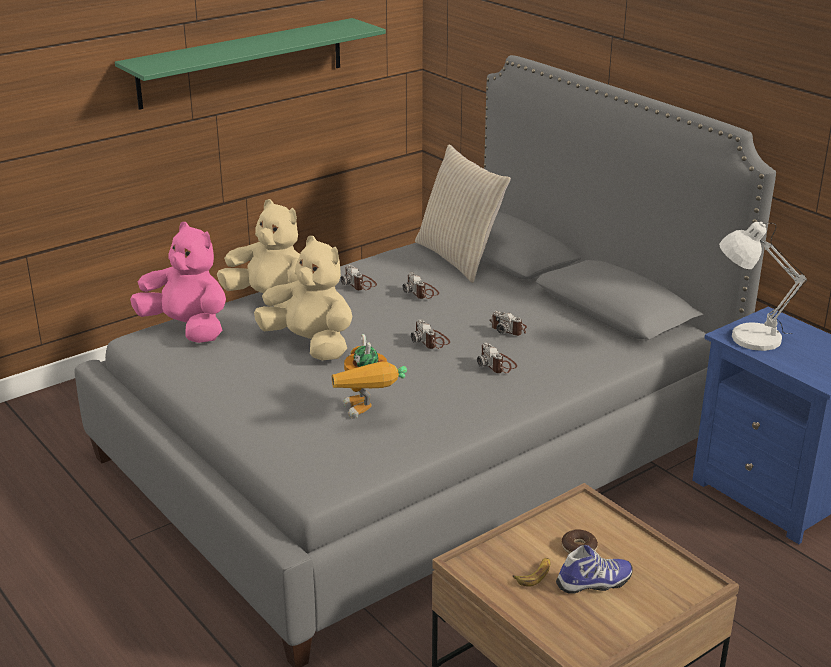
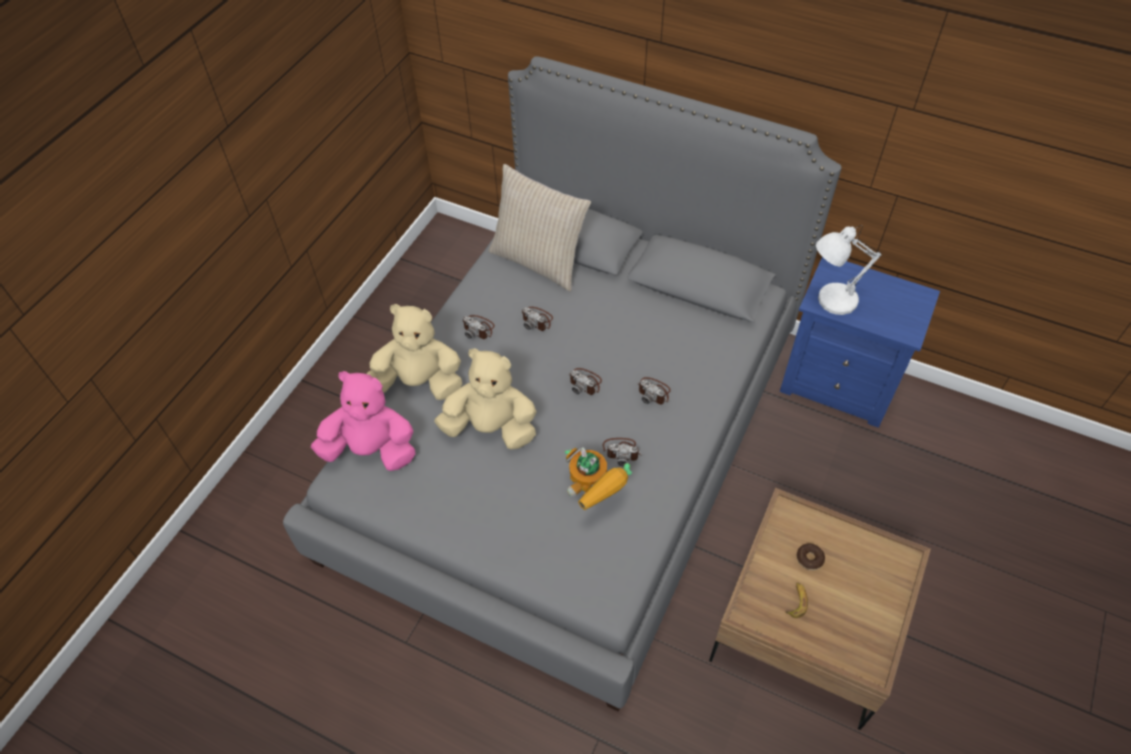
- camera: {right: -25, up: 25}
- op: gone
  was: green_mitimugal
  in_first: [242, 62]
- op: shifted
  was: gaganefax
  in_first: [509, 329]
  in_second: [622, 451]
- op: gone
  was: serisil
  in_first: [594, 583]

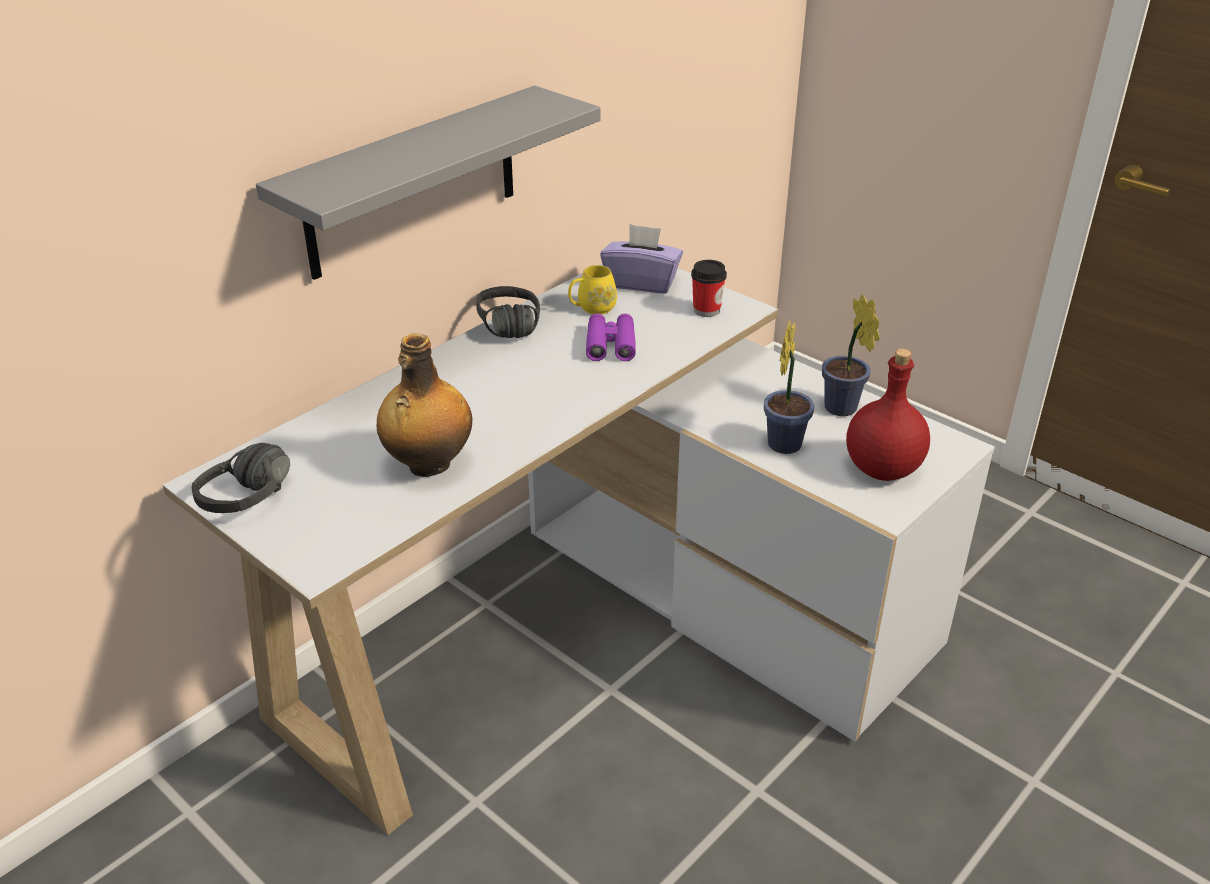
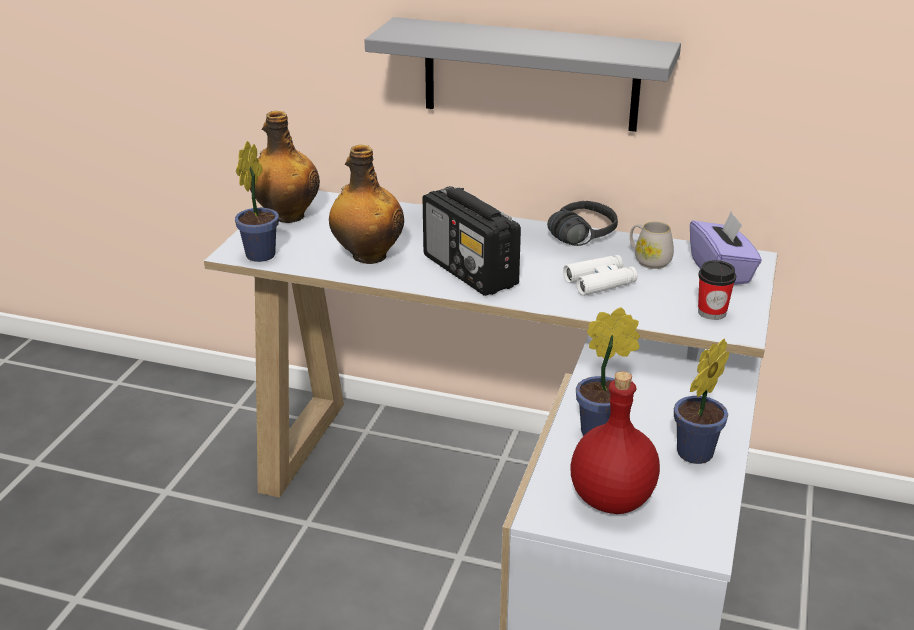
- camera: {right: 65, up: -5}
- op: swapped
  was: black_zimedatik
  now: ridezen
  in_first: [258, 501]
  in_second: [287, 216]
- op: repainted
  was: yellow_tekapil
  now: white_tekapil
  in_first: [592, 308]
  in_second: [648, 260]
- op: repainted
  was: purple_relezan
  now: white_relezan
  in_first: [610, 344]
  in_second: [600, 282]
- op: new
  now: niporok
  in_second: [262, 253]
- op: new
  now: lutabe
  in_second: [470, 271]

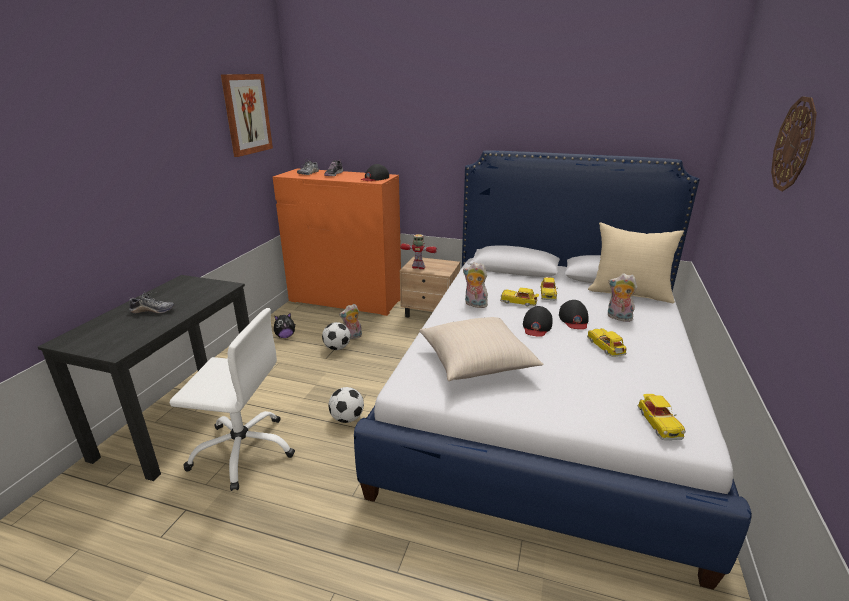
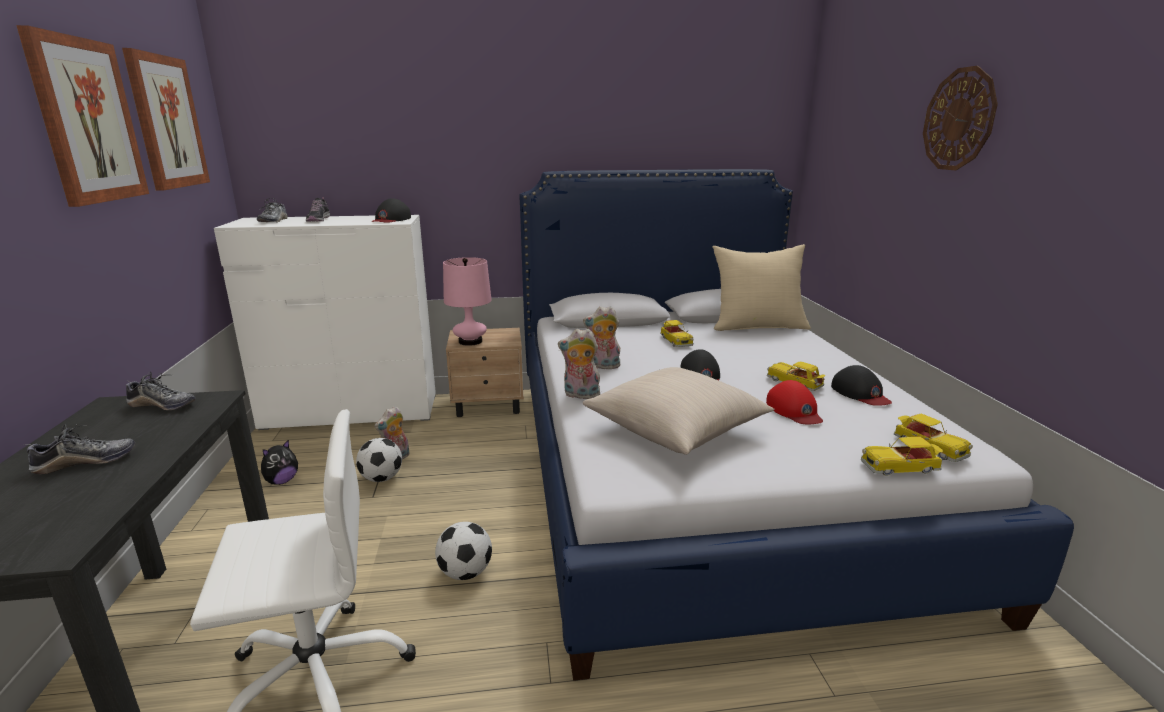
- camera: {right: -25, up: -5}
- op: repainted
  was: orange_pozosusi
  now: white_pozosusi
  in_first: [345, 300]
  in_second: [351, 412]
- op: swapped
  was: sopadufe
  now: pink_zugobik
  in_first: [419, 267]
  in_second: [470, 341]
- op: shifted
  was: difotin
  in_first: [519, 302]
  in_second: [901, 467]
- op: shifted
  was: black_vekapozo
  in_first: [574, 319]
  in_second: [860, 393]
- op: shifted
  was: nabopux
  in_first: [618, 318]
  in_second: [580, 395]
- op: new
  now: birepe
  in_second: [87, 121]
- op: new
  now: serisil
  in_second: [162, 405]
- op: new
  now: red_vekapozo
  in_second: [794, 410]

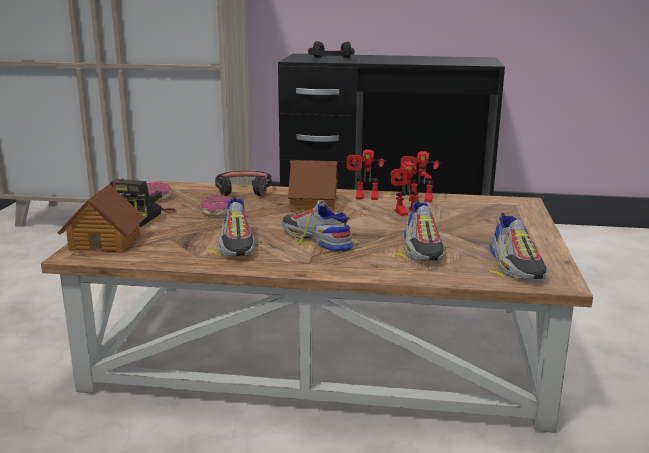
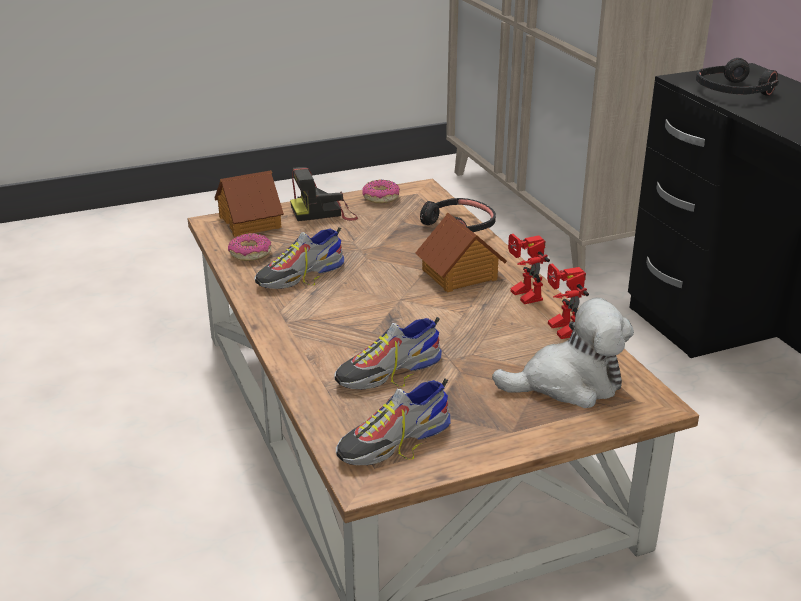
- camera: {right: 60, up: 10}
- op: shifted
  was: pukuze
  in_first: [218, 212]
  in_second: [250, 254]
- op: gone
  was: serisil
  in_first: [316, 239]
- op: gone
  was: sopadufe
  in_first: [408, 213]
- op: new
  now: nabopux
  in_second: [568, 384]

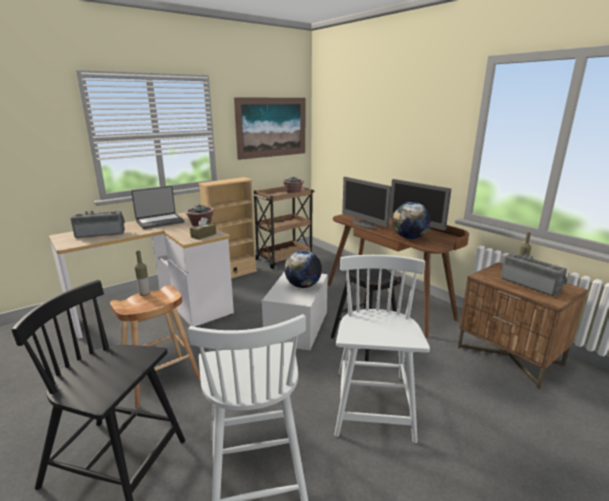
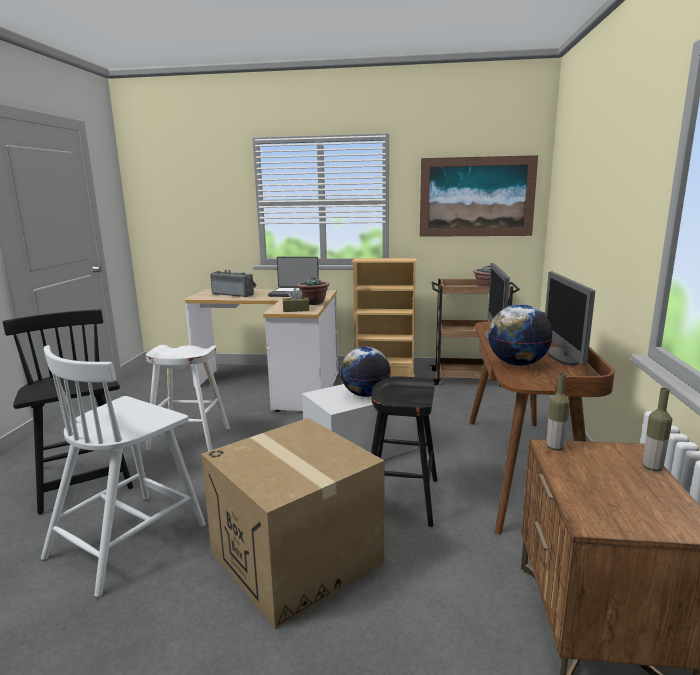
- camera: {right: 45, up: -5}
- op: repainted
  was: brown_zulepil
  now: white_zulepil
  in_first: [161, 379]
  in_second: [190, 439]
- op: shifted
  was: ridezen
  in_first: [144, 294]
  in_second: [555, 448]
- op: swapped
  was: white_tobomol
  now: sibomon
  in_first: [373, 406]
  in_second: [297, 557]
- op: gone
  was: lutabe
  in_first: [531, 285]

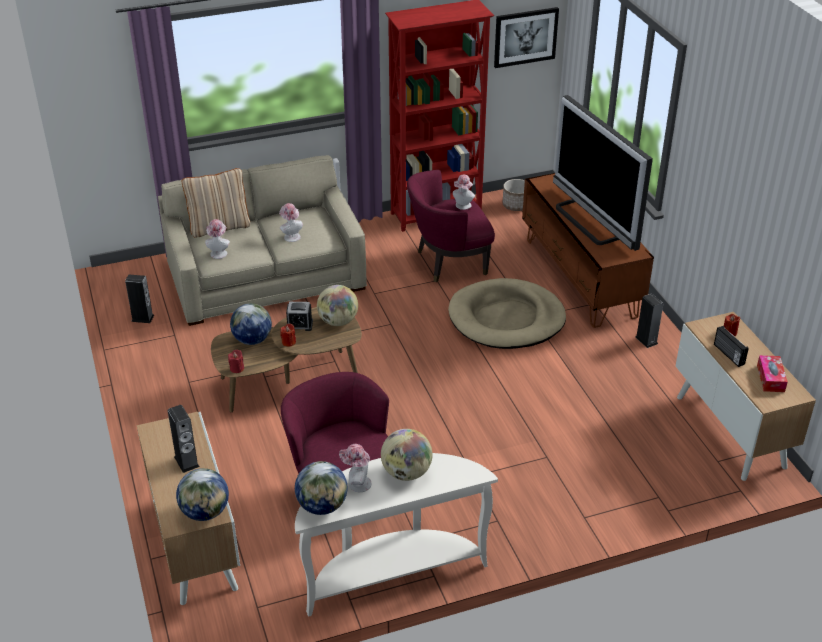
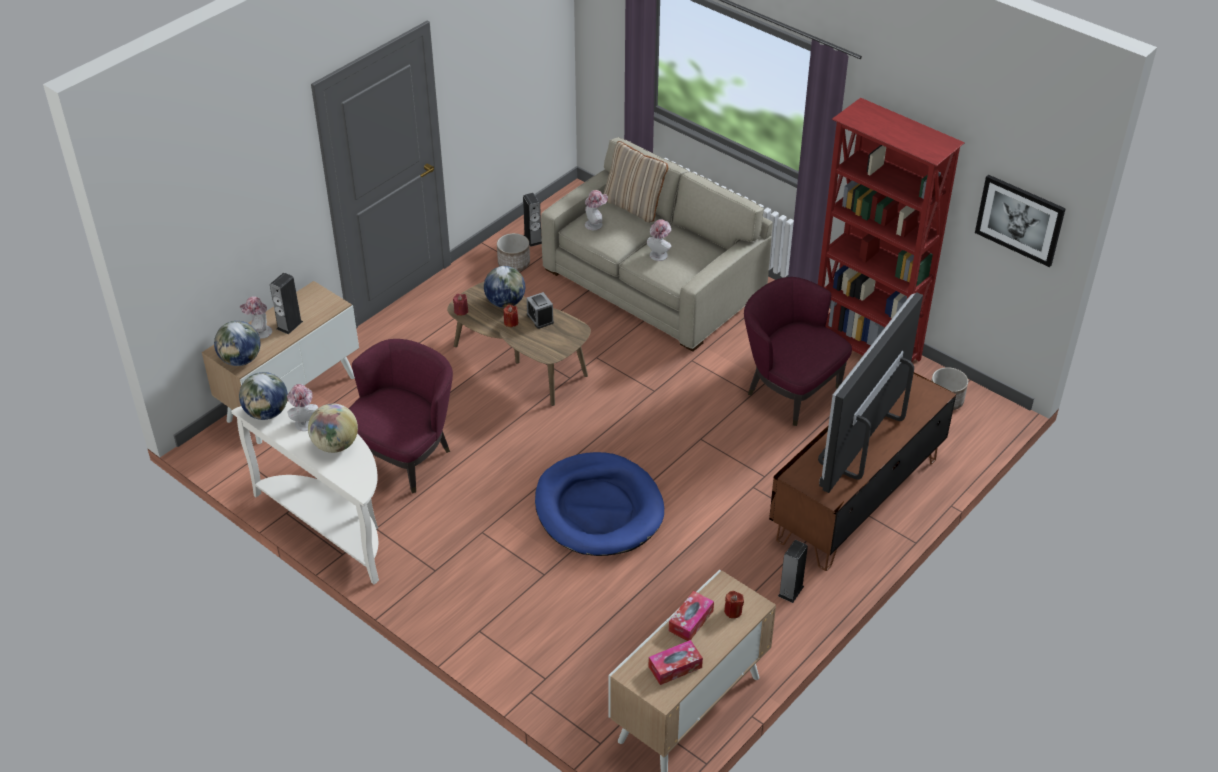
- camera: {right: 60, up: 5}
- op: gone
  was: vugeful
  in_first: [338, 321]
- op: gone
  was: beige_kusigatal
  in_first: [506, 318]
- op: shifted
  was: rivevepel
  in_first: [462, 206]
  in_second: [259, 332]
- op: swapped
  was: lutabe
  now: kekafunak
  in_first: [728, 354]
  in_second: [691, 621]
- op: new
  now: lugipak
  in_second: [514, 264]
- op: new
  now: blue_kusigatal
  in_second: [598, 509]

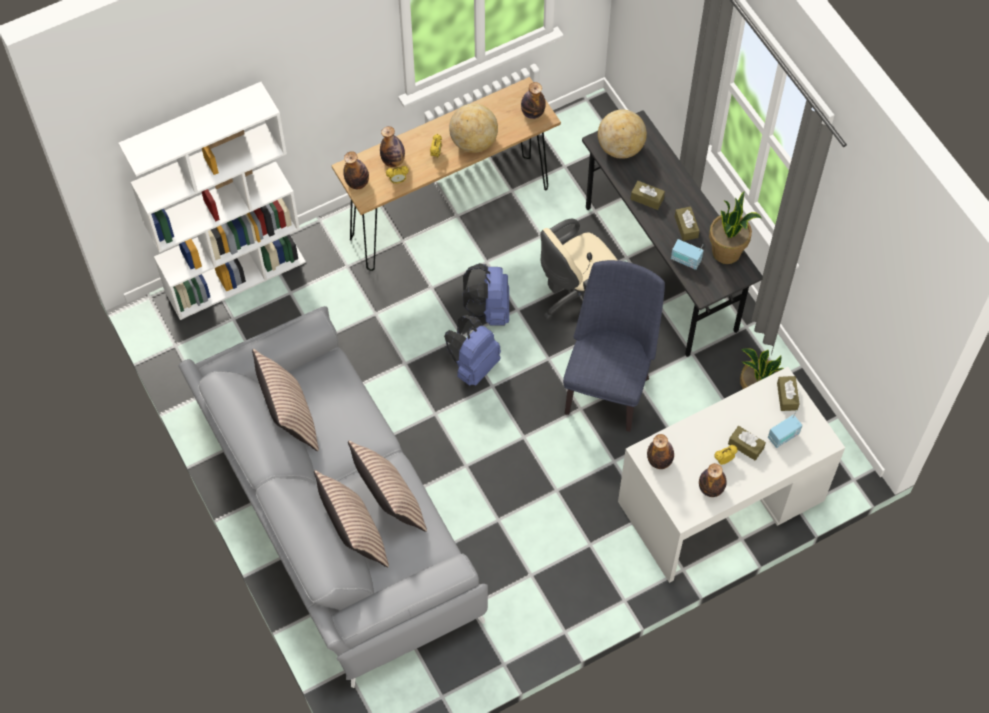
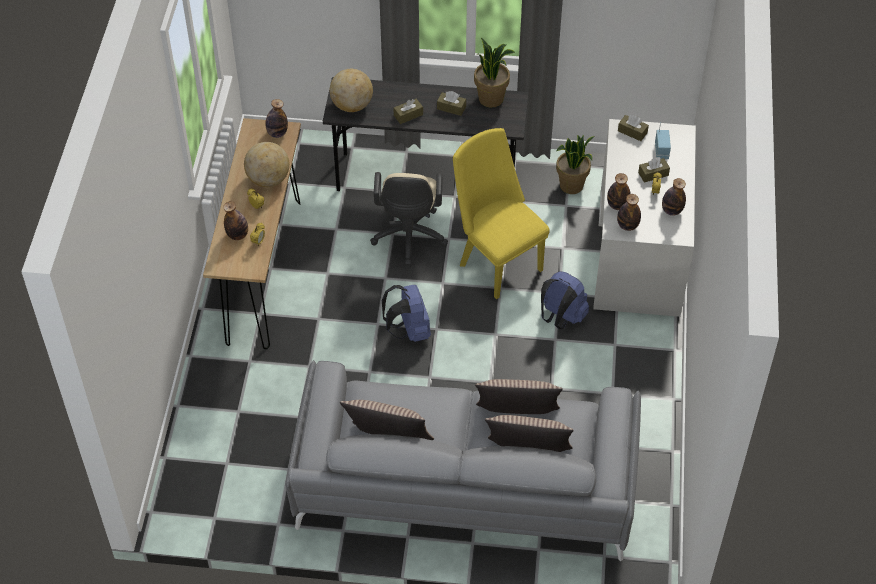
- camera: {right: -55, up: -10}
- op: gone
  was: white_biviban
  in_first: [235, 275]
- op: shifted
  was: ridezen
  in_first: [357, 183]
  in_second: [617, 205]
- op: shifted
  was: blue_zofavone
  in_first: [490, 310]
  in_second: [561, 318]
- op: repainted
  was: blue_tobomol
  now: yellow_tobomol
  in_first: [608, 387]
  in_second: [496, 262]
- op: gone
  was: lutabe
  in_first: [685, 260]

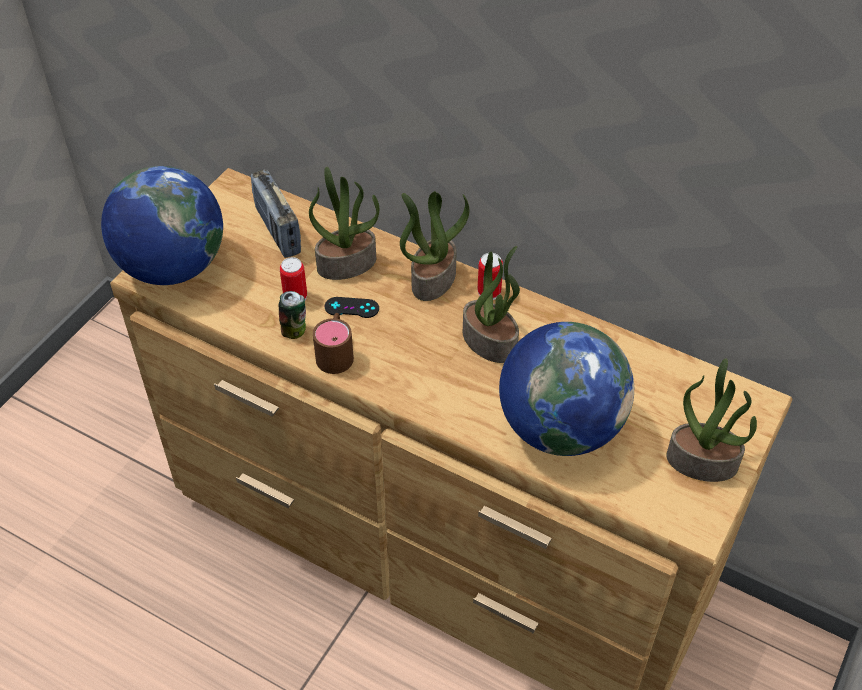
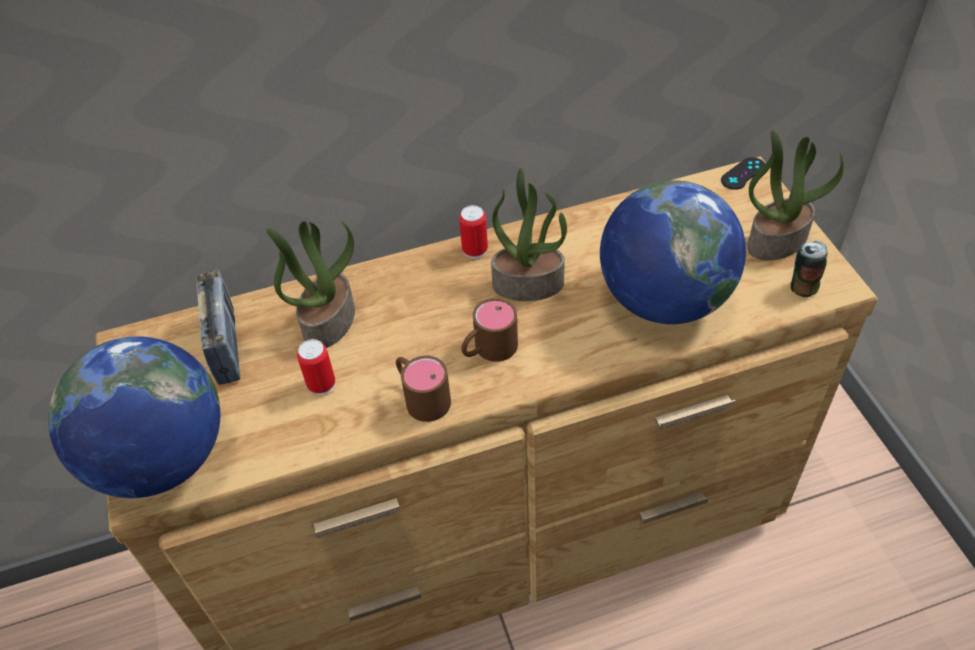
- camera: {right: -45, up: 0}
- op: rotated
  was: lutabe
  in_first: [278, 231]
  in_second: [226, 346]
  clockwise: -120
- op: shifted
  was: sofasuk
  in_first: [295, 330]
  in_second: [803, 287]
- op: shifted
  was: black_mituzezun
  in_first: [351, 308]
  in_second: [743, 174]
- op: gone
  was: niporok
  in_first: [433, 278]
- op: new
  now: brown_tekapil
  in_second: [488, 350]

